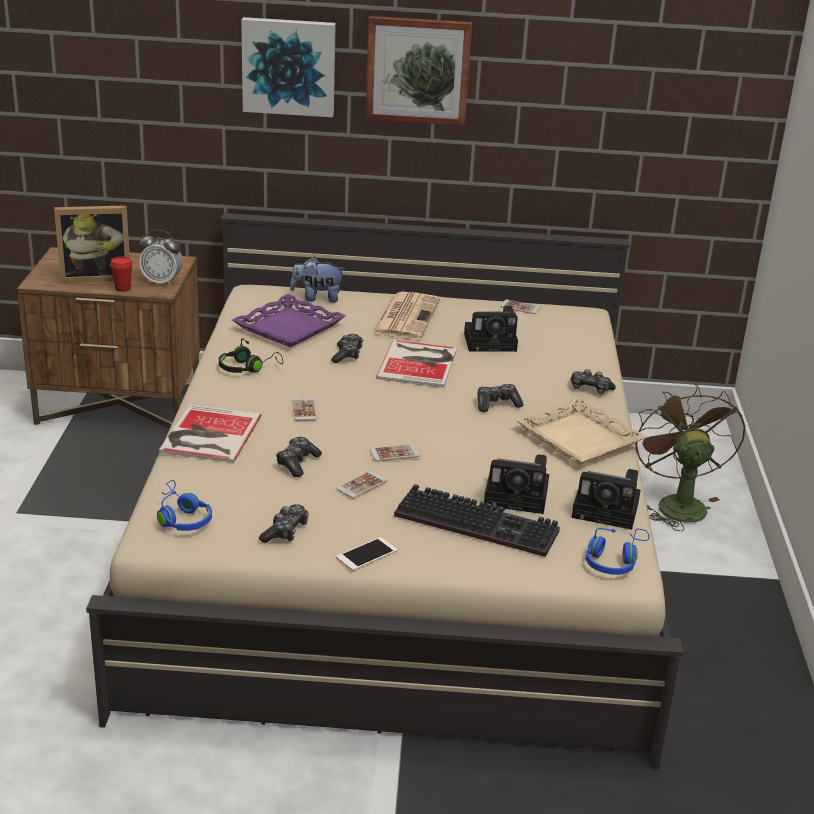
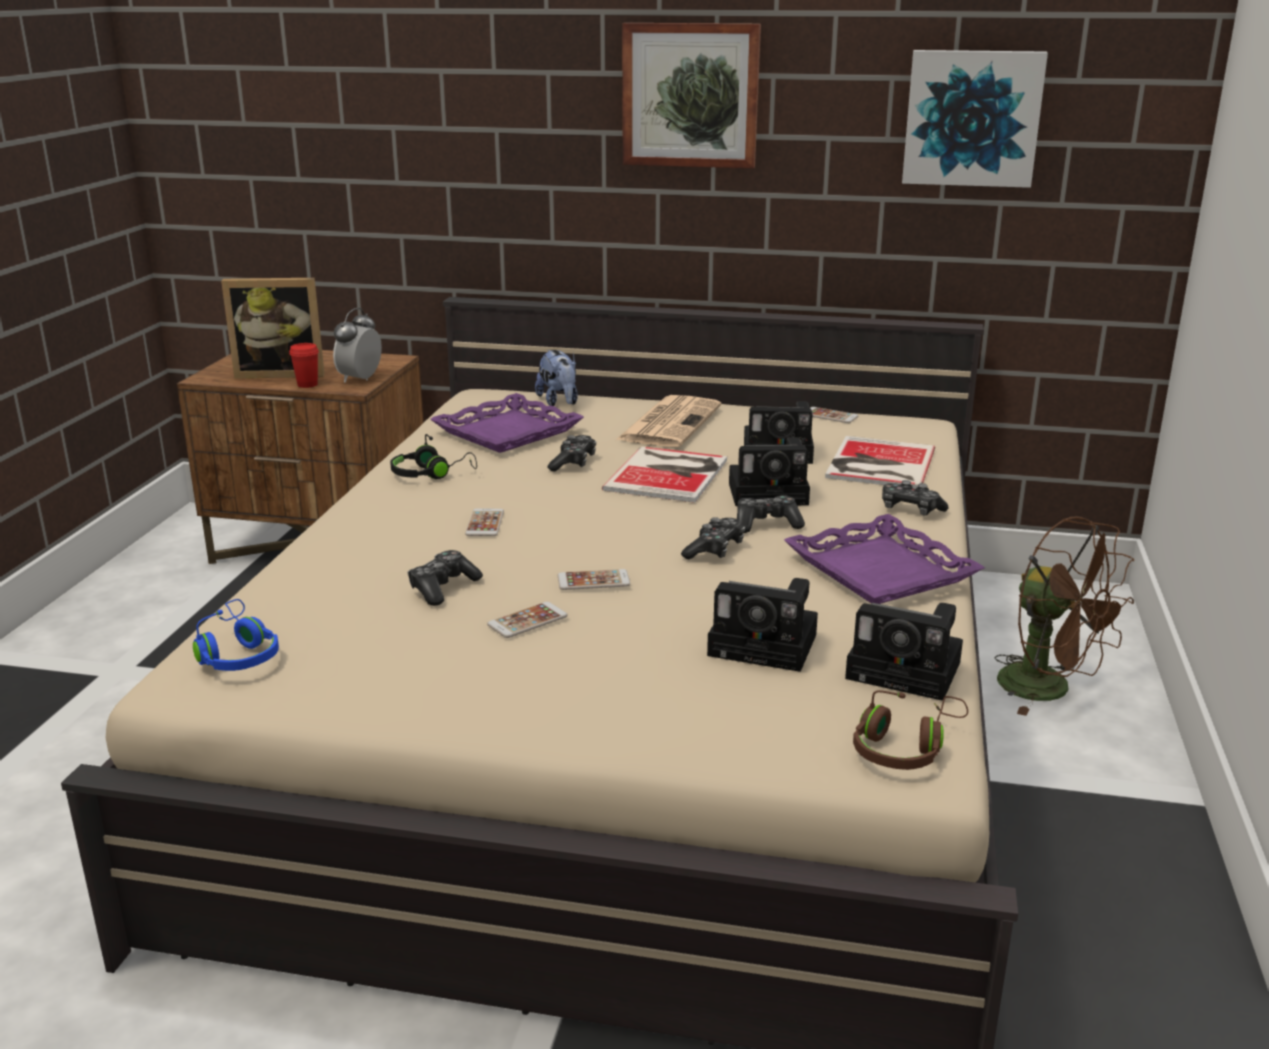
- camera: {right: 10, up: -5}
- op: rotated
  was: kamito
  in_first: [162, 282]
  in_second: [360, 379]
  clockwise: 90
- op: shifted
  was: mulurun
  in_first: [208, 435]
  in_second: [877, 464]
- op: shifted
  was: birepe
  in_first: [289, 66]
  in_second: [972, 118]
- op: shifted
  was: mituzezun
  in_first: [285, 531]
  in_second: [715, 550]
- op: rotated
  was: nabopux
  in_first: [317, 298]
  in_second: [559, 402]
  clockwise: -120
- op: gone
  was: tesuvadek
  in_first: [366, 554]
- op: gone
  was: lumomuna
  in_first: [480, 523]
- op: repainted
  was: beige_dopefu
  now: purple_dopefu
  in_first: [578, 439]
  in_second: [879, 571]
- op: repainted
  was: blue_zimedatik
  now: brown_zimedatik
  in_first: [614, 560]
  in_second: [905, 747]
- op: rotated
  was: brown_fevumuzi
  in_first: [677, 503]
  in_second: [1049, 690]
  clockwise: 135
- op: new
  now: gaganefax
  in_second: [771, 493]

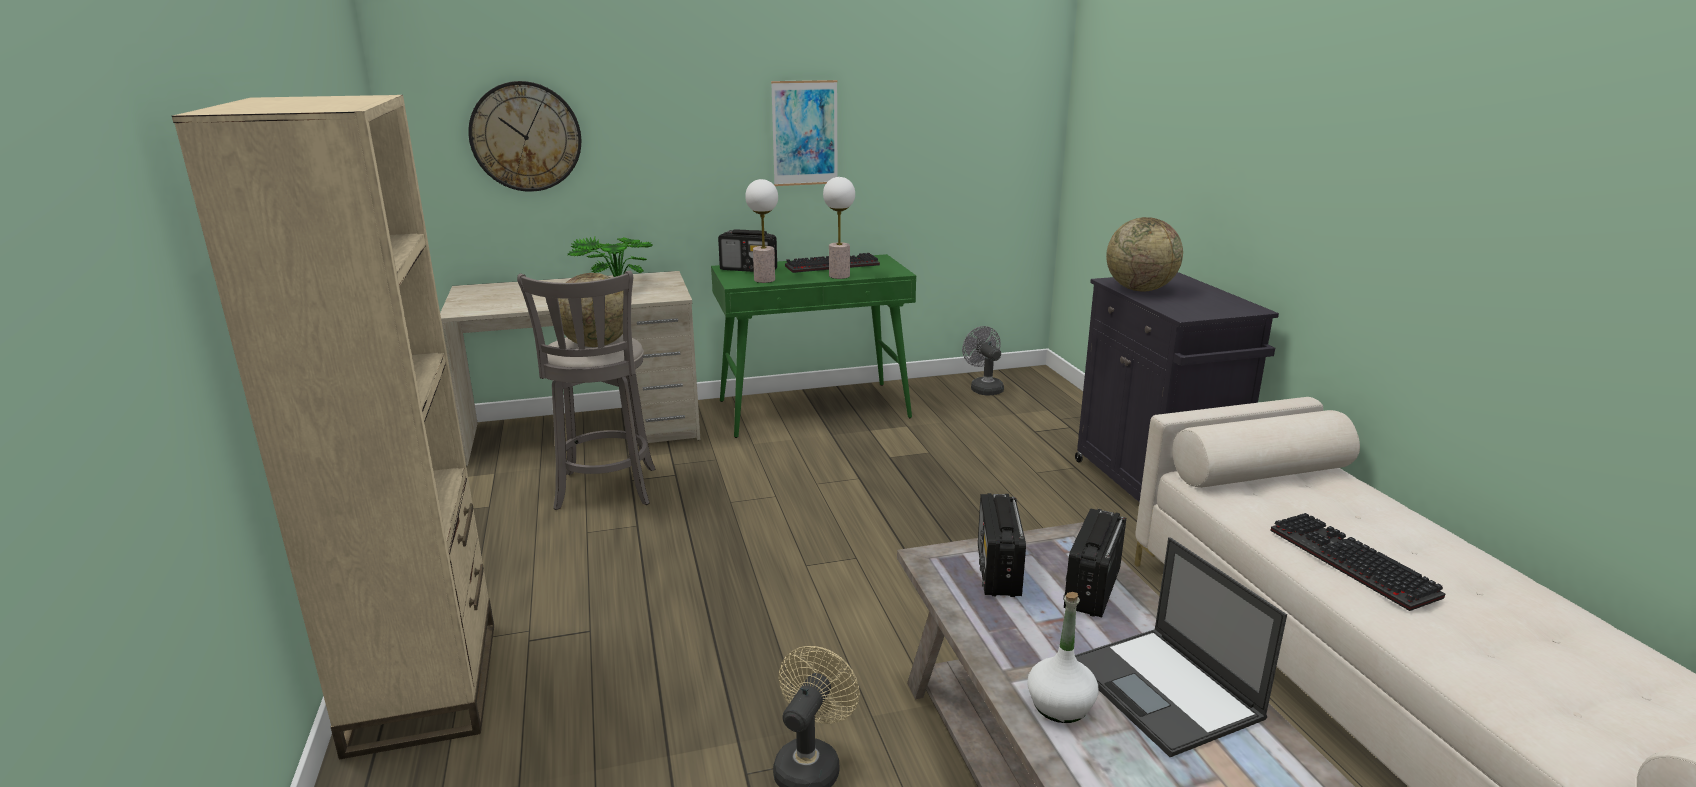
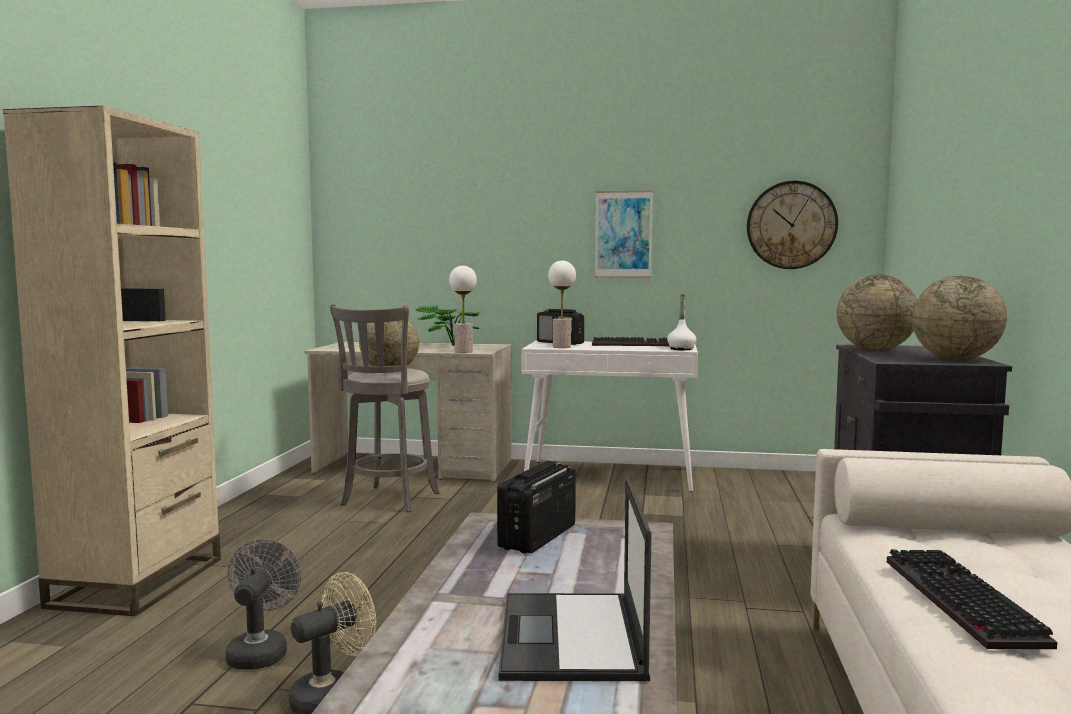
- camera: {right: 25, up: -15}
- op: shifted
  was: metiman
  in_first: [526, 137]
  in_second: [791, 225]
- op: repainted
  was: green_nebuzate
  now: white_nebuzate
  in_first: [814, 409]
  in_second: [610, 476]
- op: shifted
  was: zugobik
  in_first: [839, 276]
  in_second: [464, 351]
- op: shifted
  was: grey_fevumuzi
  in_first: [983, 388]
  in_second: [260, 651]
- op: shifted
  was: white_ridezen
  in_first: [1060, 706]
  in_second: [681, 349]
- op: gone
  was: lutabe
  in_first: [1092, 589]
- op: new
  now: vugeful
  in_second: [955, 359]

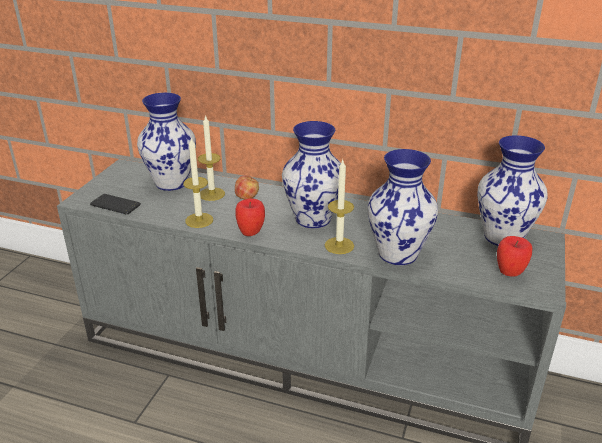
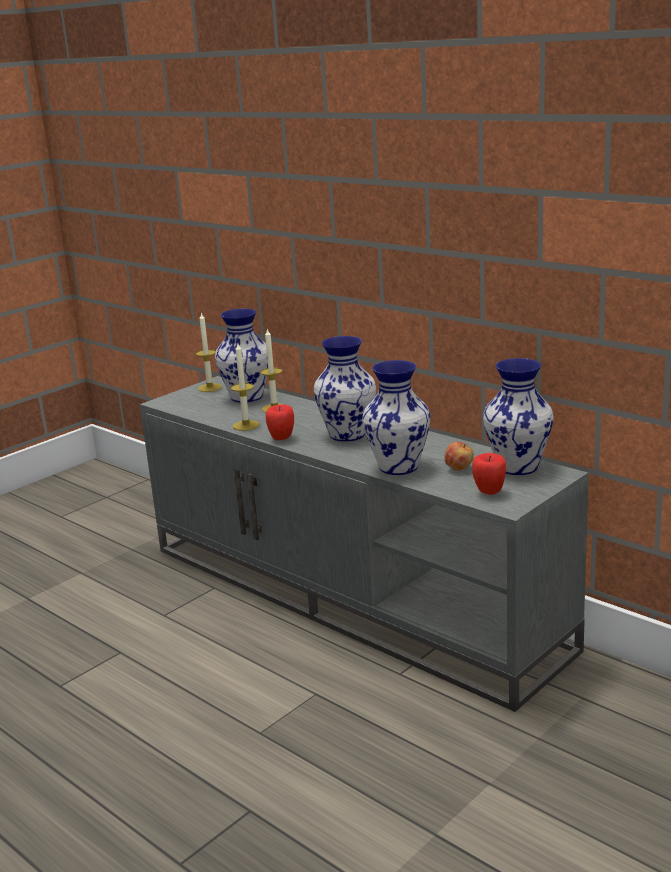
- camera: {right: 25, up: -10}
- op: gone
  was: tesuvadek
  in_first: [115, 205]
- op: shifted
  was: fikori
  in_first: [247, 198]
  in_second: [459, 468]
- op: shifted
  was: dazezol
  in_first: [339, 245]
  in_second: [210, 387]

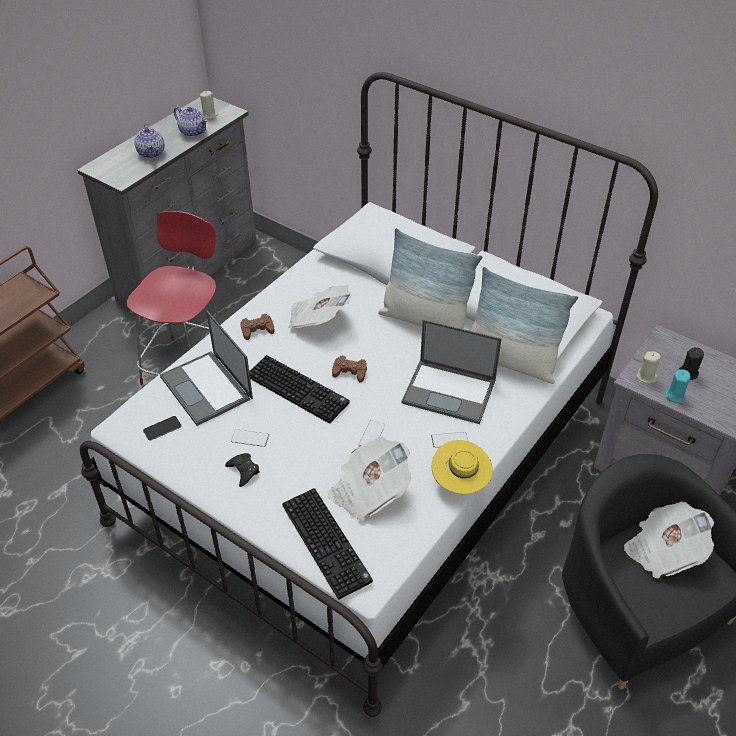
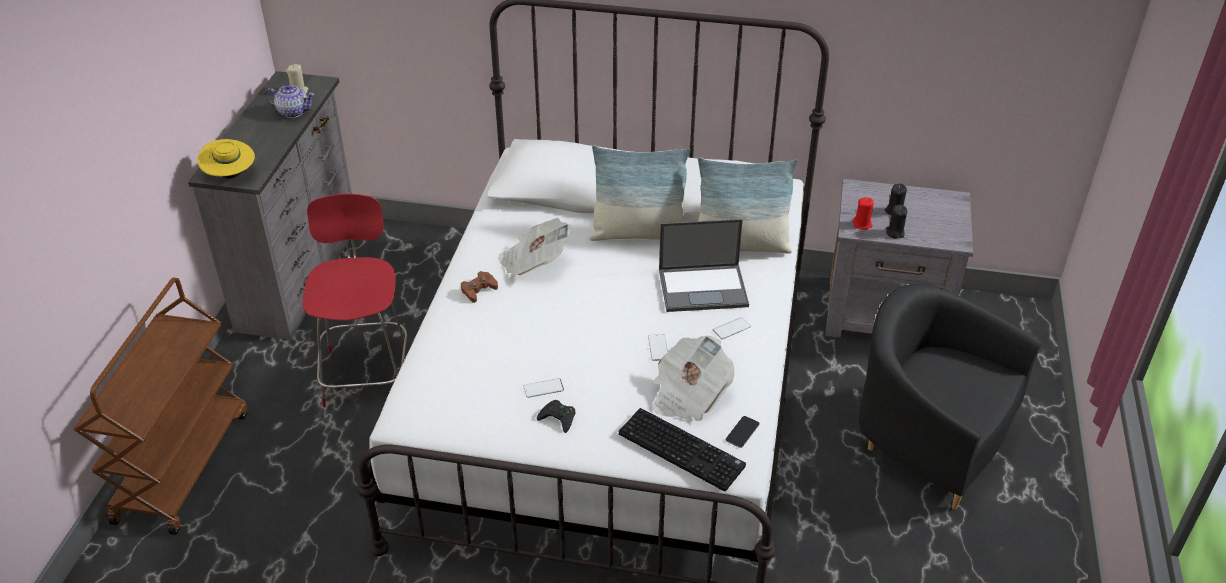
- camera: {right: -25, up: -5}
- op: gone
  was: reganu
  in_first: [151, 153]
- op: shifted
  was: tesuvadek
  in_first: [162, 428]
  in_second: [742, 432]
- op: gone
  was: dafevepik
  in_first: [207, 388]
- op: gone
  was: lumomuna
  in_first: [299, 389]
- op: gone
  was: brown_mituzezun
  in_first: [350, 372]
- op: shifted
  was: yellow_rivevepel
  in_first: [460, 482]
  in_second: [230, 175]
- op: gone
  was: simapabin
  in_first: [663, 551]
- op: repainted
  was: beige_dazezol
  now: red_dazezol
  in_first: [646, 377]
  in_second: [862, 224]
- op: repainted
  was: turquoise_dazezol
  now: black_dazezol
  in_first: [674, 395]
  in_second: [895, 232]

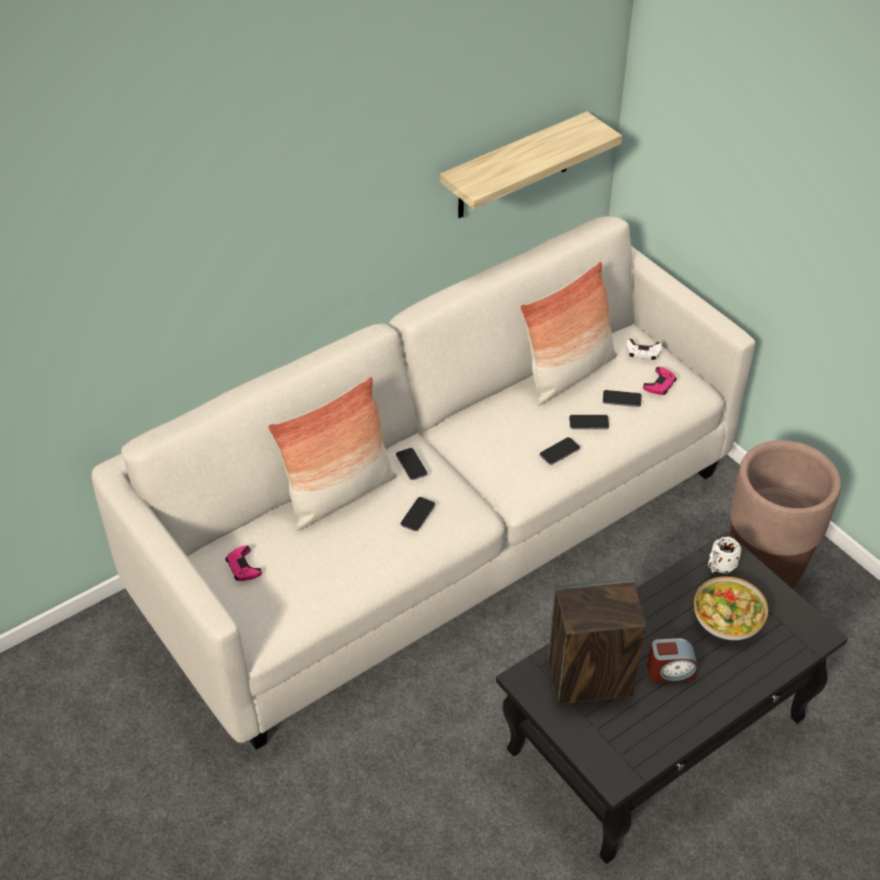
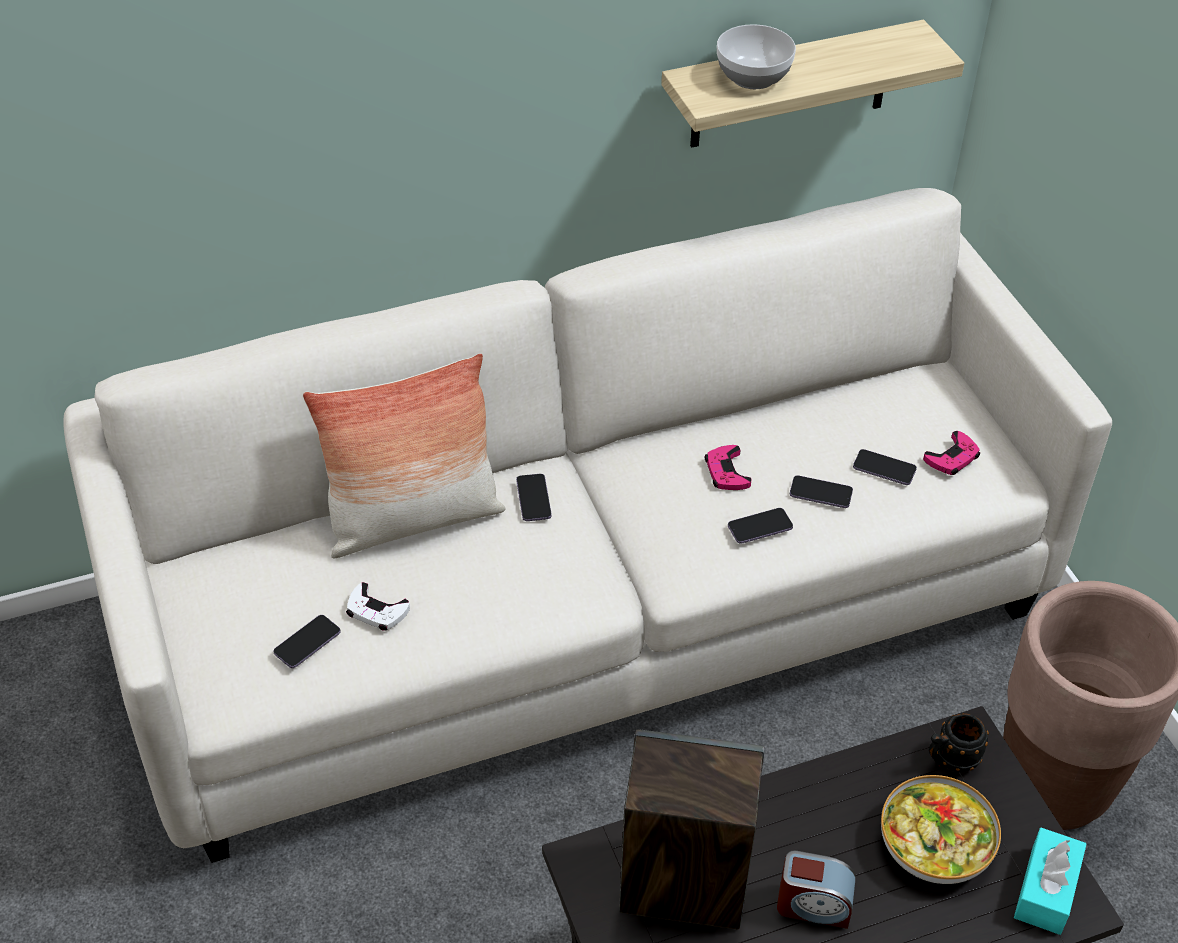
- camera: {right: 15, up: 0}
- op: shifted
  was: pink_mituzezun
  in_first: [243, 567]
  in_second: [726, 472]
- op: shifted
  was: tesuvadek
  in_first: [418, 515]
  in_second: [307, 643]
- op: gone
  was: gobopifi
  in_first: [568, 374]
- op: shifted
  was: white_mituzezun
  in_first: [643, 352]
  in_second: [376, 611]
- op: repainted
  was: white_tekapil
  now: black_tekapil
  in_first: [719, 567]
  in_second: [950, 760]
- op: new
  now: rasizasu
  in_second: [754, 77]
- op: new
  now: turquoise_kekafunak
  in_second: [1046, 890]

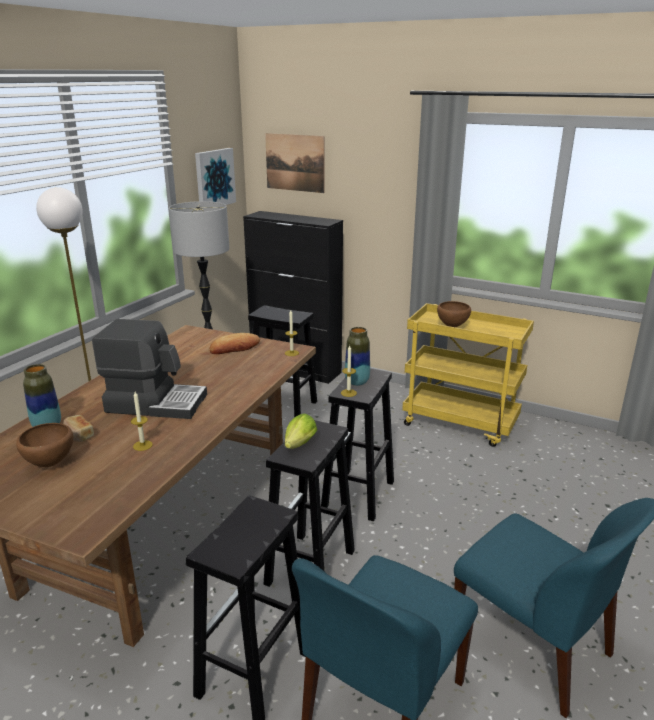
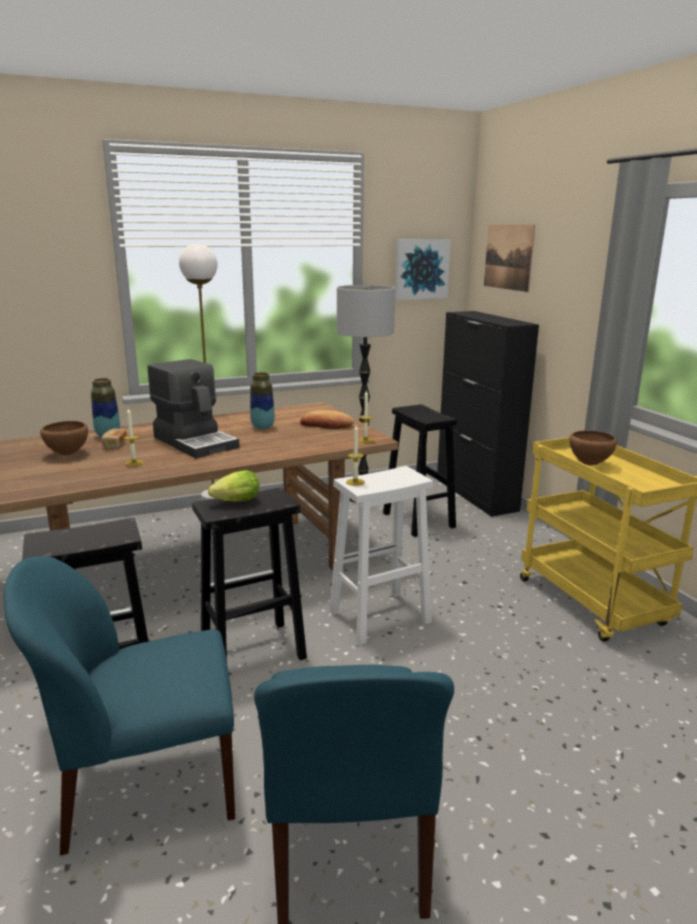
- camera: {right: 40, up: -5}
- op: repainted
  was: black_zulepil
  now: white_zulepil
  in_first: [358, 495]
  in_second: [378, 617]
- op: shifted
  was: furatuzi
  in_first: [357, 382]
  in_second: [262, 427]

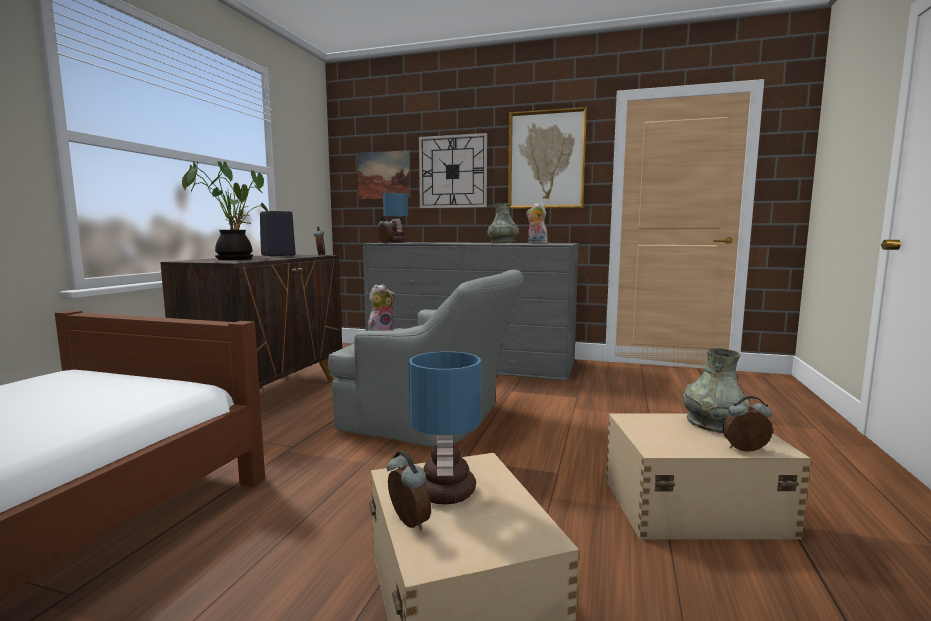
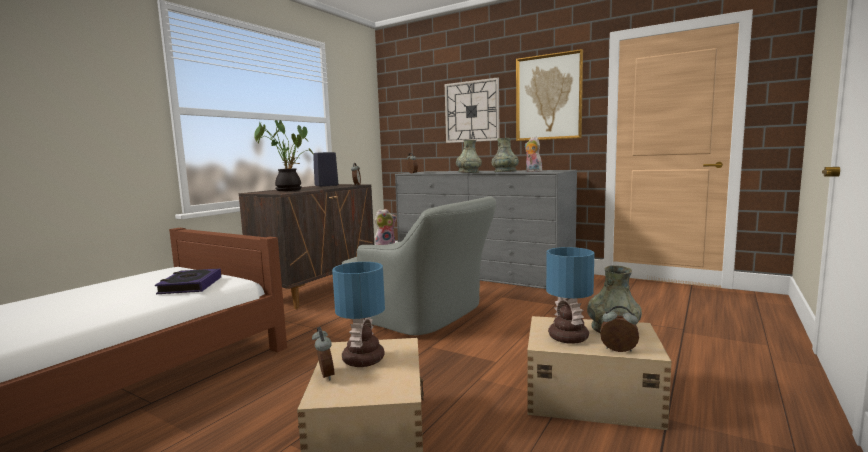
- camera: {right: 15, up: 0}
- op: gone
  was: birepe
  in_first: [383, 175]
- op: shifted
  was: zugobik
  in_first: [397, 242]
  in_second: [570, 337]
- op: new
  now: mulurun
  in_second: [190, 286]
- op: new
  now: grey_furatuzi
  in_second: [468, 172]

